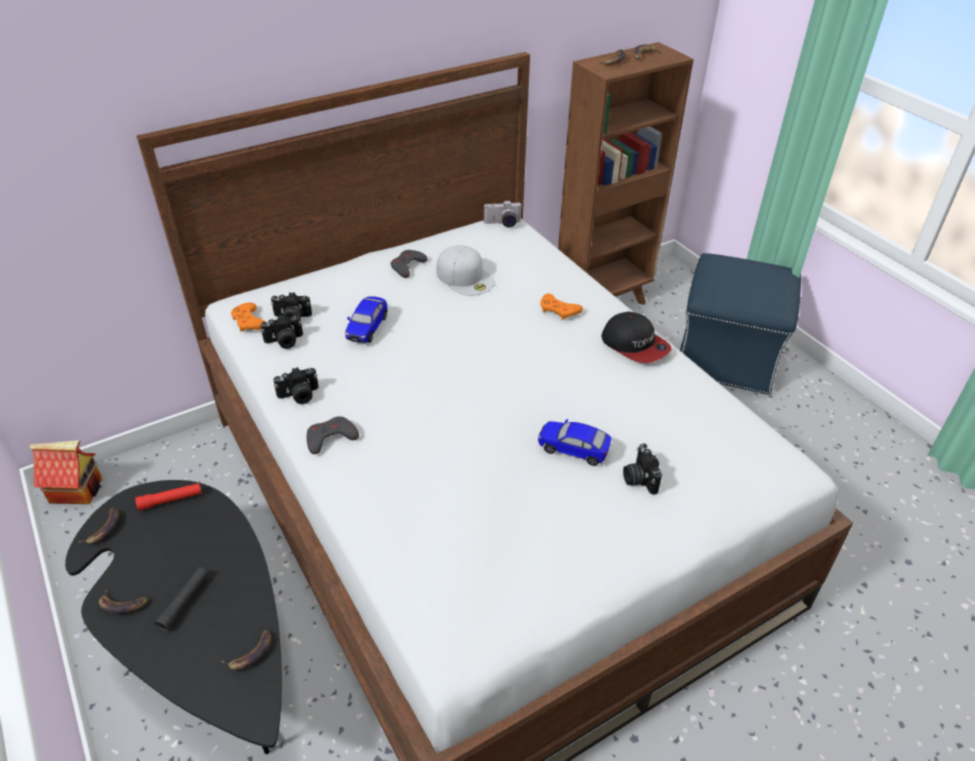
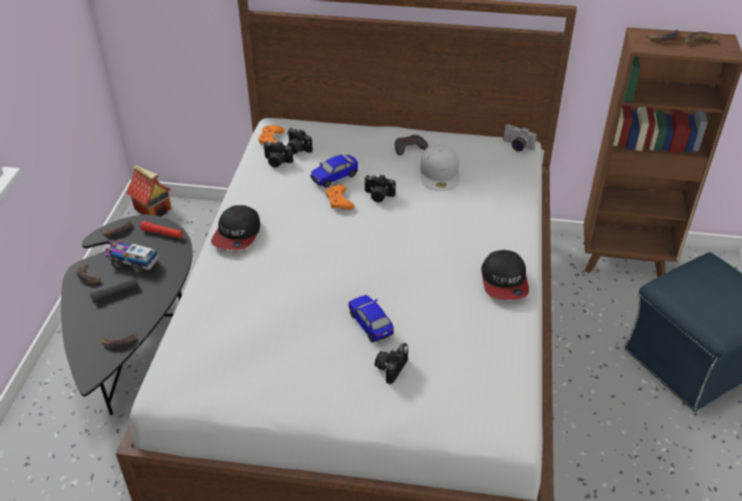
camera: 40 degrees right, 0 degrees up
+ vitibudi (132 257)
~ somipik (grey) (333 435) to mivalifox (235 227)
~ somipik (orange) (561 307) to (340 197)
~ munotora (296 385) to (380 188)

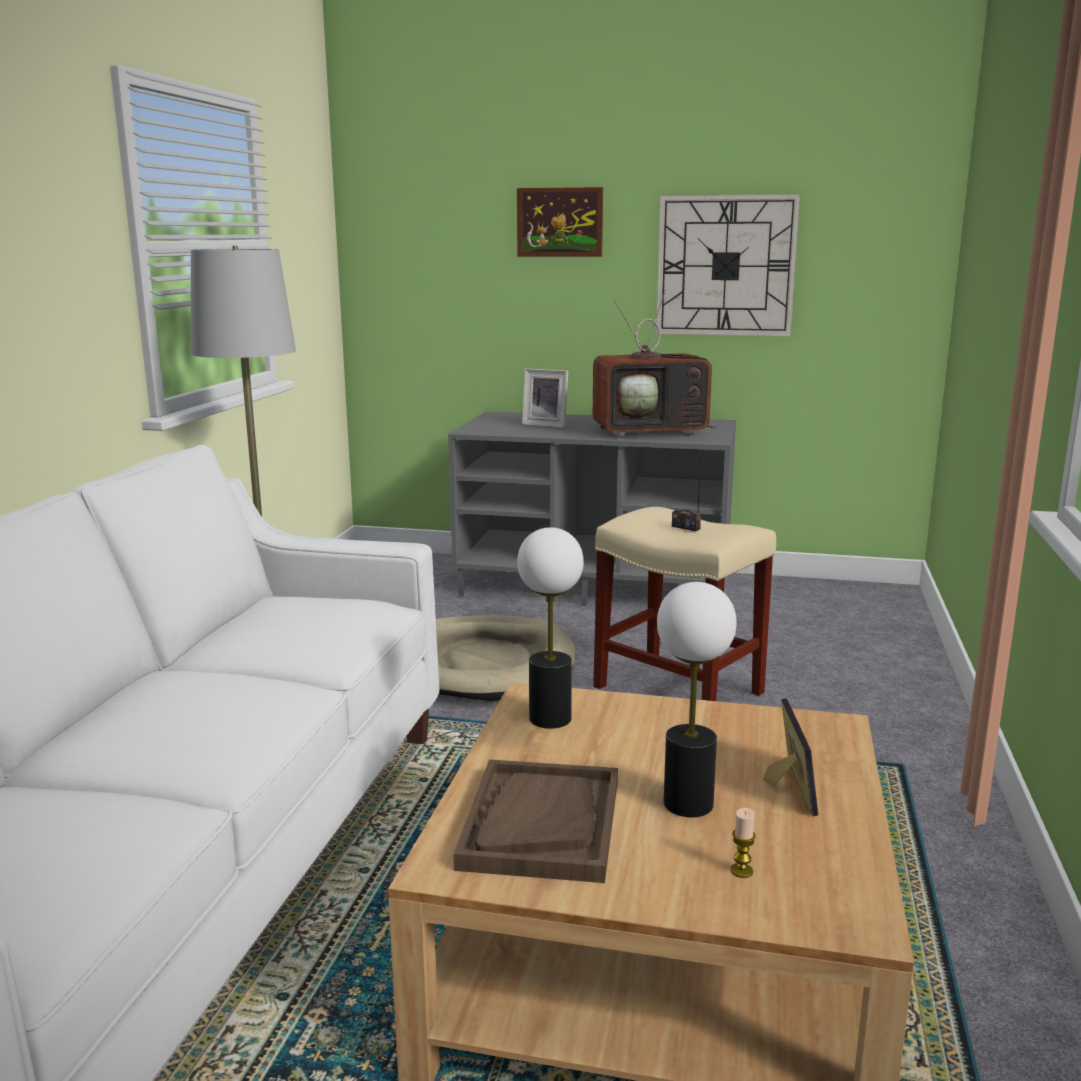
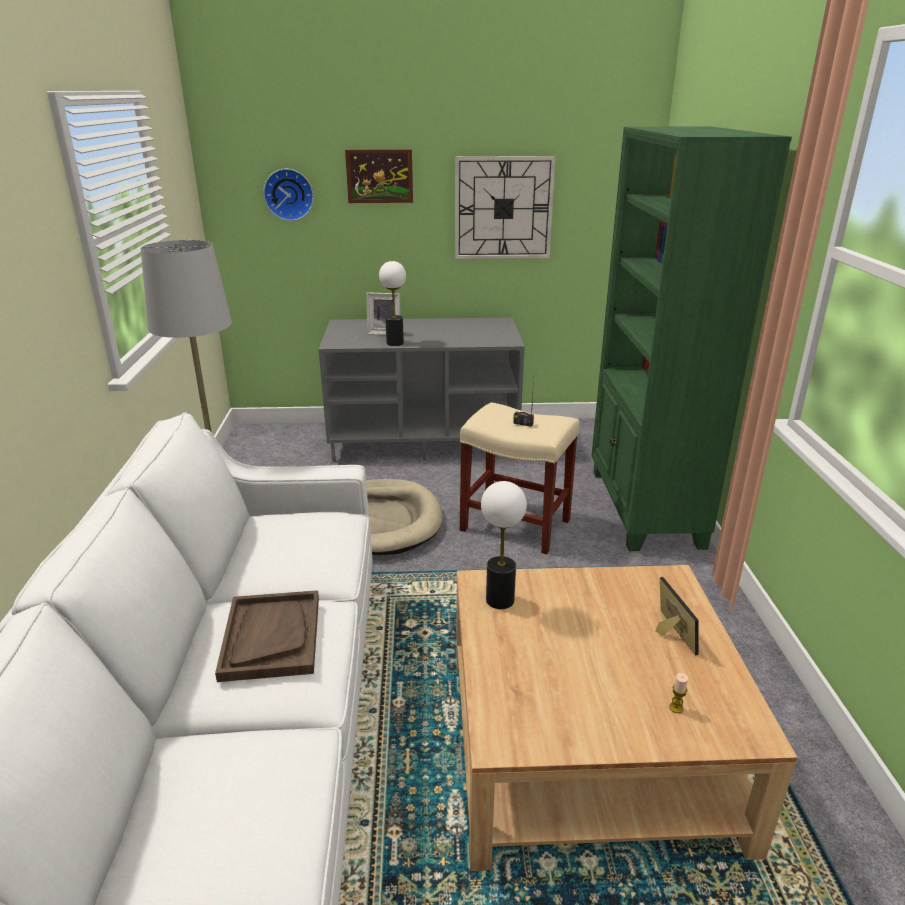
camera: 15 degrees left, 10 degrees up
~ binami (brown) (535 821) to (267 636)
+ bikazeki (288 195)
~ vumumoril (697 699) to (392 303)
+ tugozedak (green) (691 339)
- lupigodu (655 363)

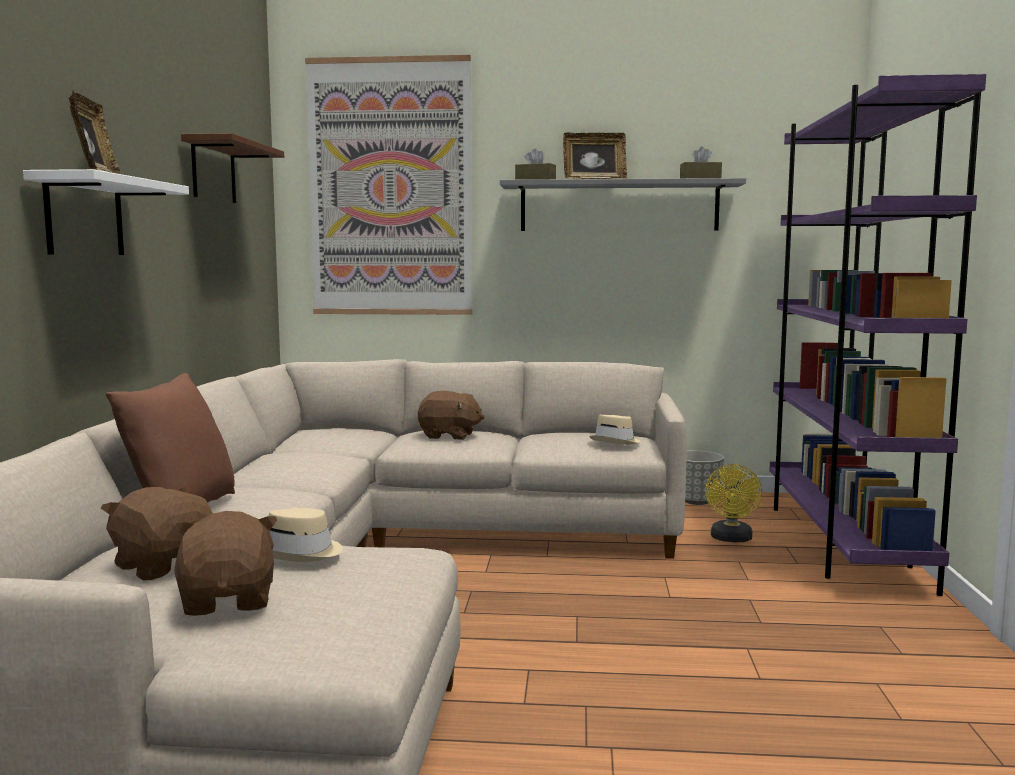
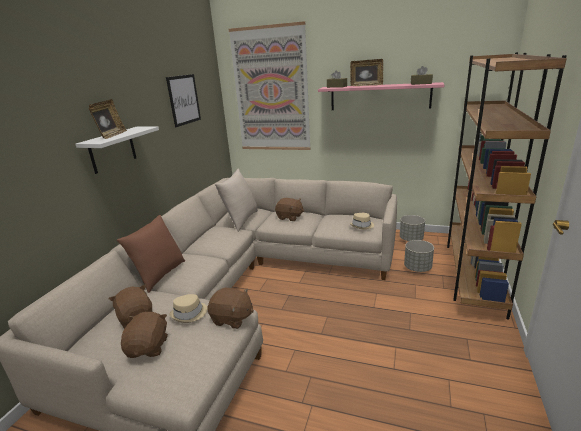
camera: 15 degrees right, 15 degrees up
~ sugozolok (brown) (232 168) to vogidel (183 100)
+ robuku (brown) (230 308)
+ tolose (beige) (236 200)
~ sugozolok (grey) (623 204) to sugozolok (pink) (381 96)
~ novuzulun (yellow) (733 503) to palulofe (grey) (419 256)
~ tugozedak (purple) (877 335) to tugozedak (brown) (507 186)

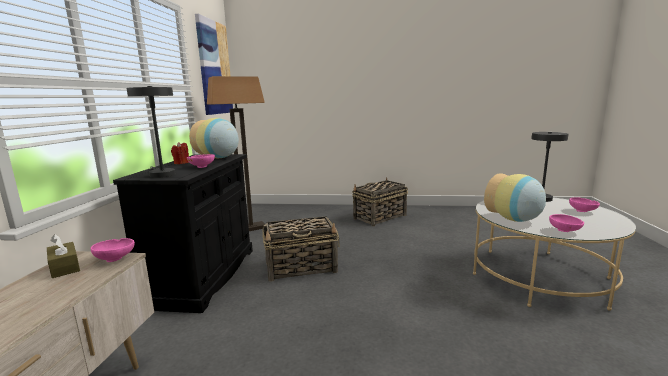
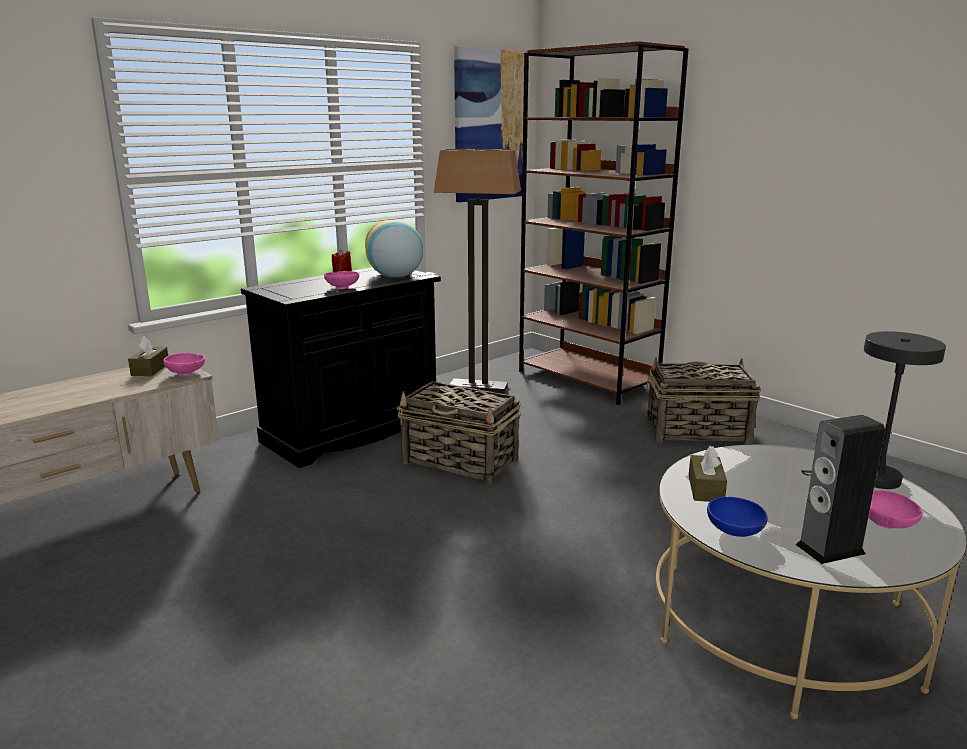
camera: 40 degrees right, 5 degrees up
+ tugozedak (brown) (603 223)
~ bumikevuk (515 197) to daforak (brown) (708 474)
~ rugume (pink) (566 223) to rugume (blue) (737 517)
+ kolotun (840 489)
- vumumoril (grey) (151 132)

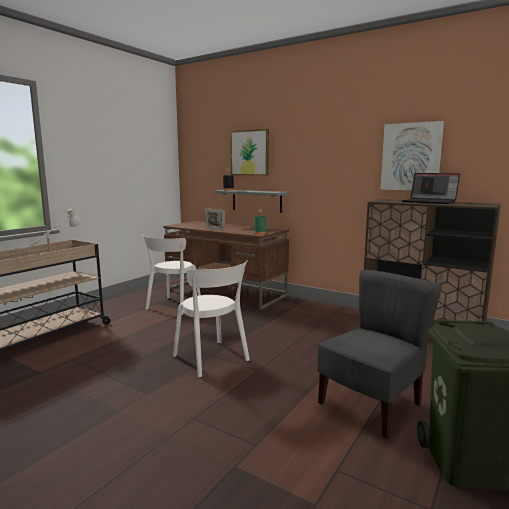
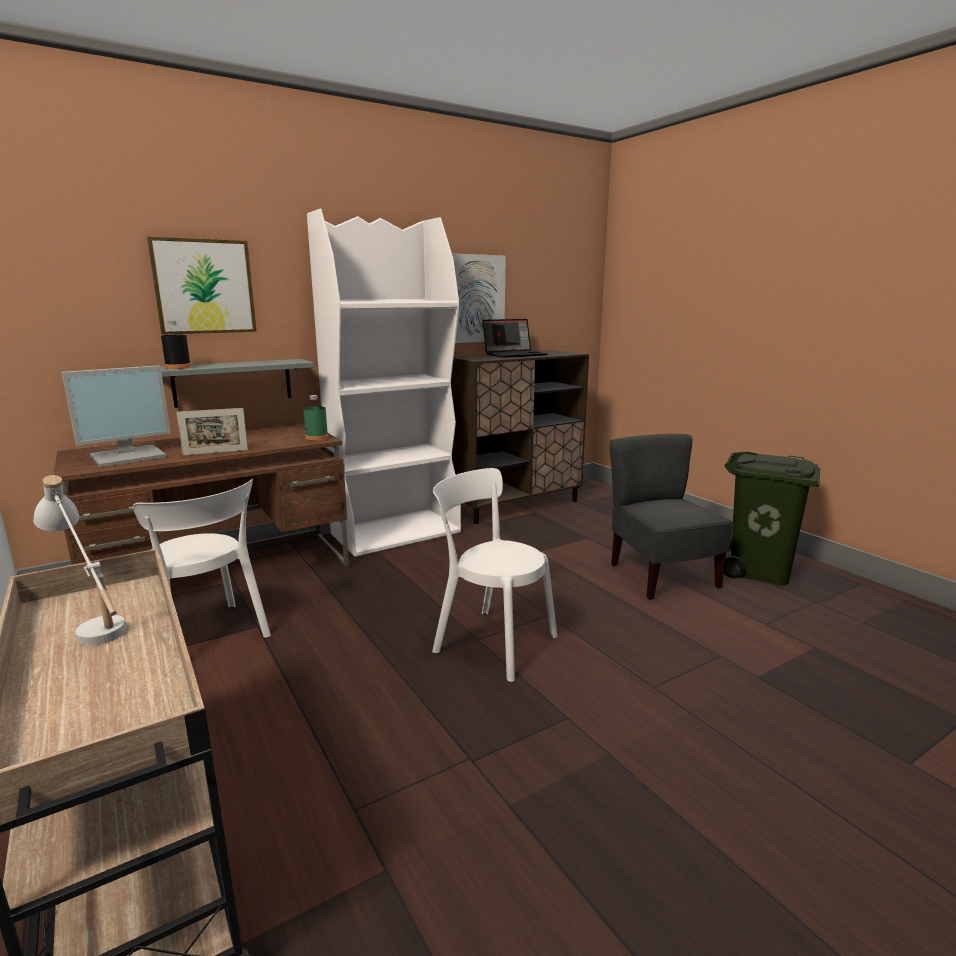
camera: 65 degrees left, 5 degrees up
+ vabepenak (116 416)
+ tugozedak (white) (384 383)
~ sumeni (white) (211 318) = (494 575) 135 degrees counterclockwise

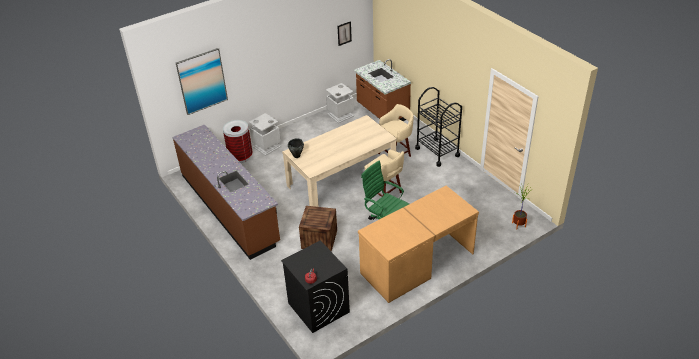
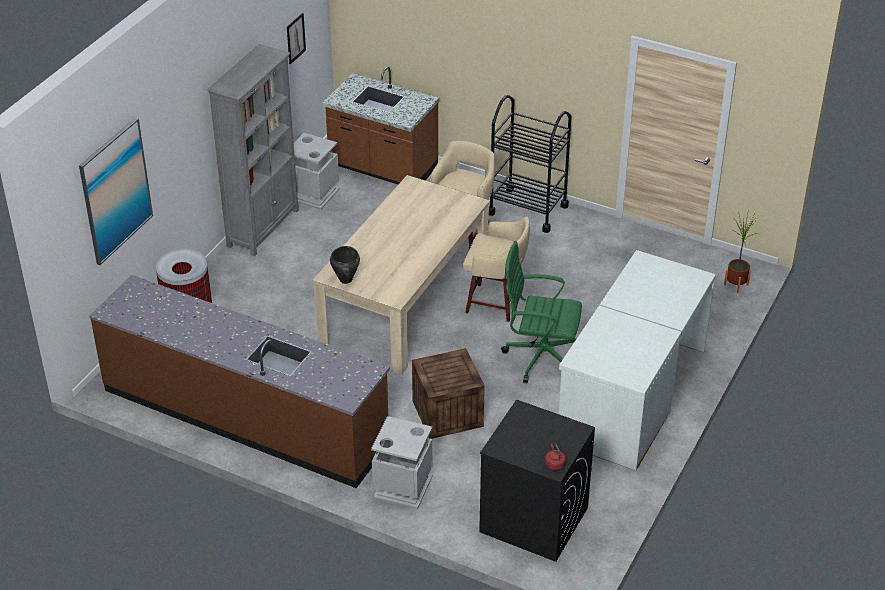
camera: 30 degrees left, 0 degrees up
+ tugozedak (grey) (253 150)
~ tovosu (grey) (265 134) to (401 462)
~ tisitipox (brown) (418 244) to tisitipox (white) (637 360)

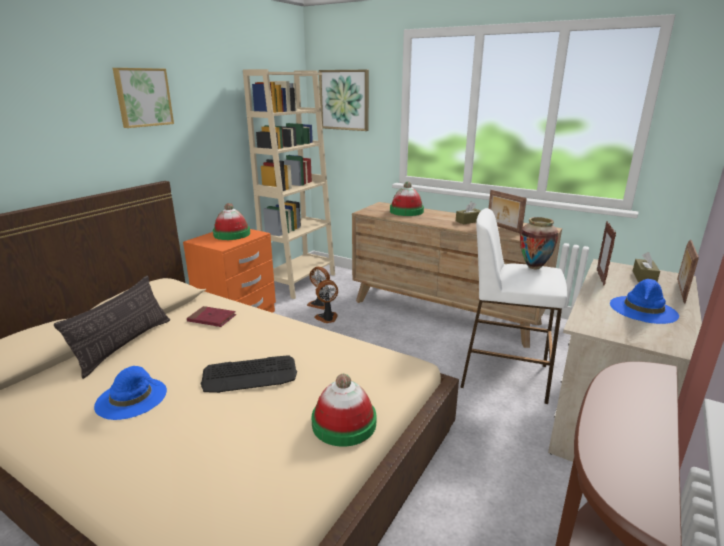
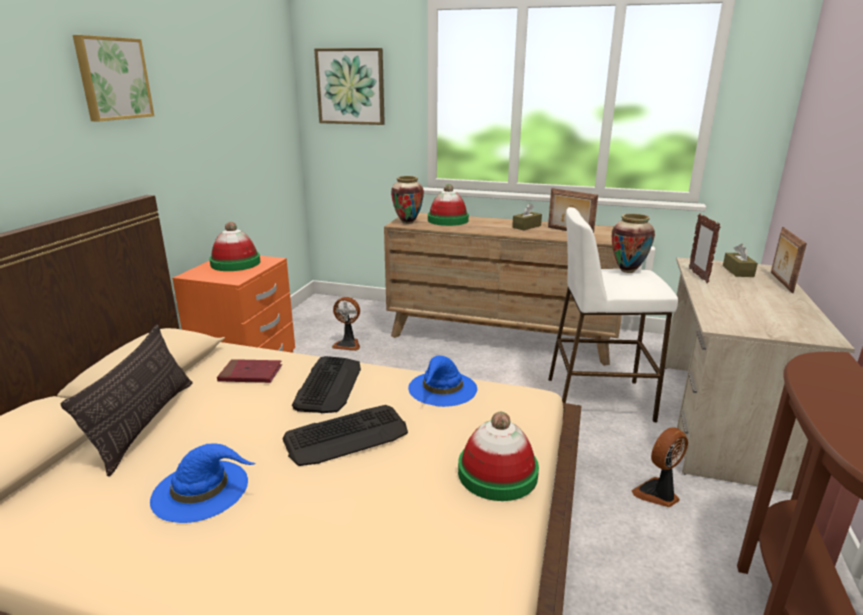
camera: 15 degrees left, 0 degrees up
+ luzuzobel (326 384)
+ bumikevuk (407 200)
~ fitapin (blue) (644 301) to (442 381)
~ novuzulun (326 301) to (659 467)
- tugozedak (beige) (289 184)

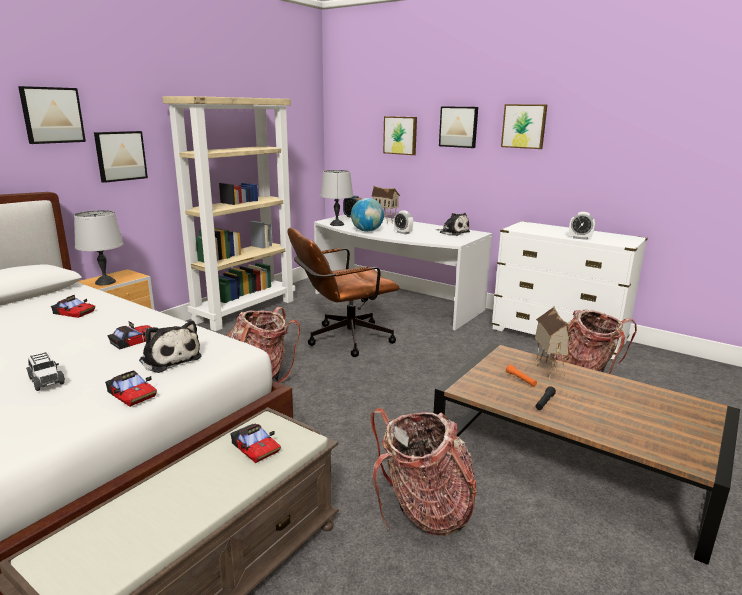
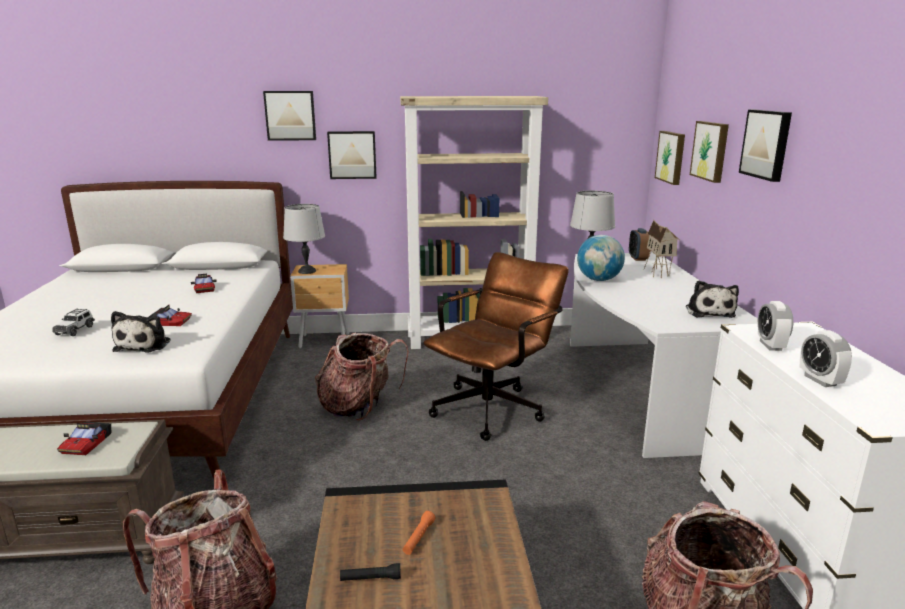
camera: 50 degrees right, 0 degrees up
~ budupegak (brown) (343 292) = (496 346) 105 degrees clockwise
~ vogidel (524 126) to (670 158)
~ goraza (403 222) to (775 326)
- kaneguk (131 388)
- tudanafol (553 343)

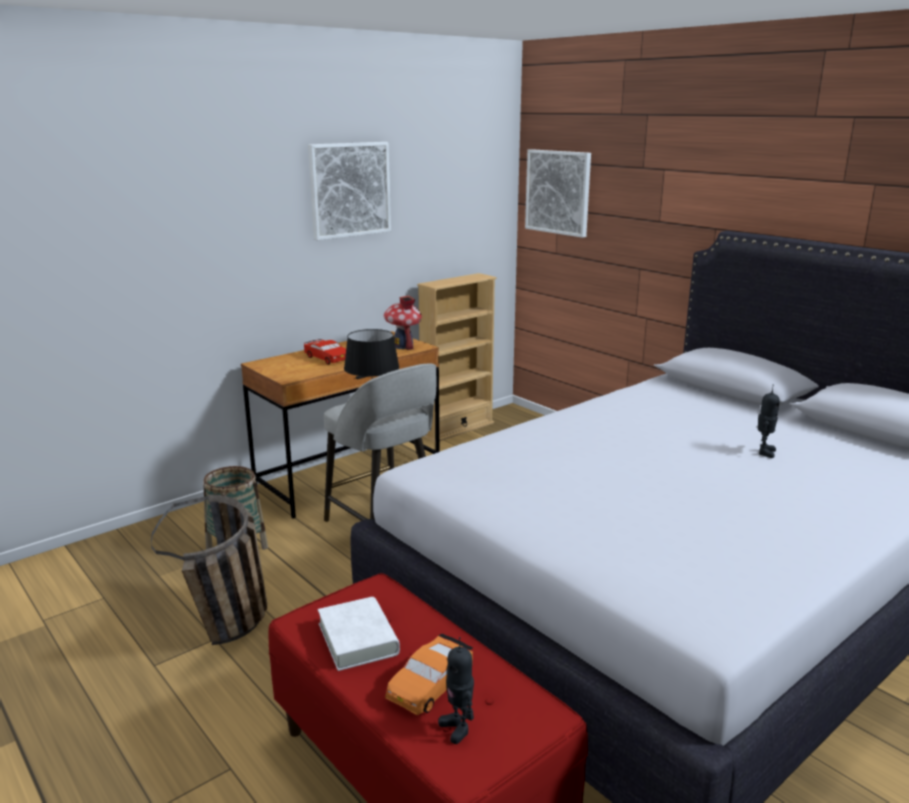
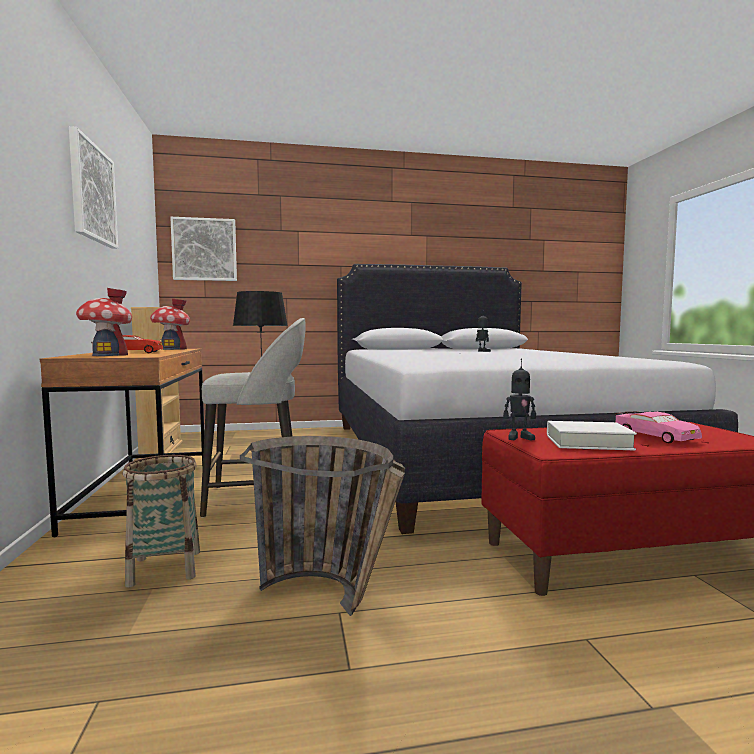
camera: 60 degrees left, 15 degrees down
+ tudanafol (104 322)
~ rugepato (456 690) to (519 399)
~ kaneguk (orange) (429 674) to kaneguk (pink) (658 427)

